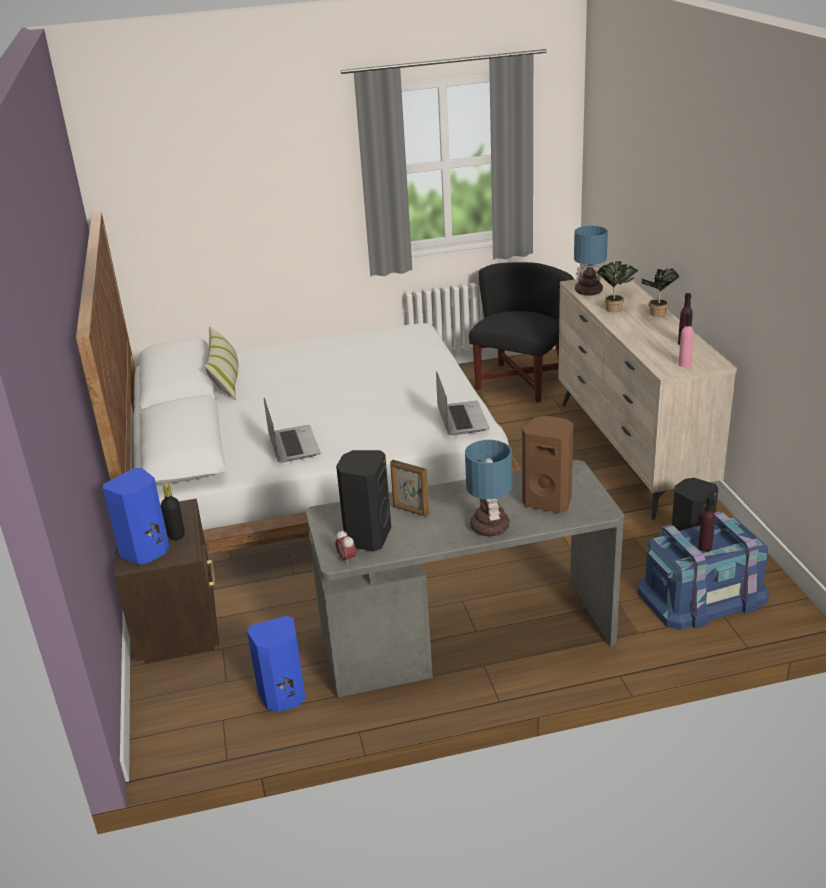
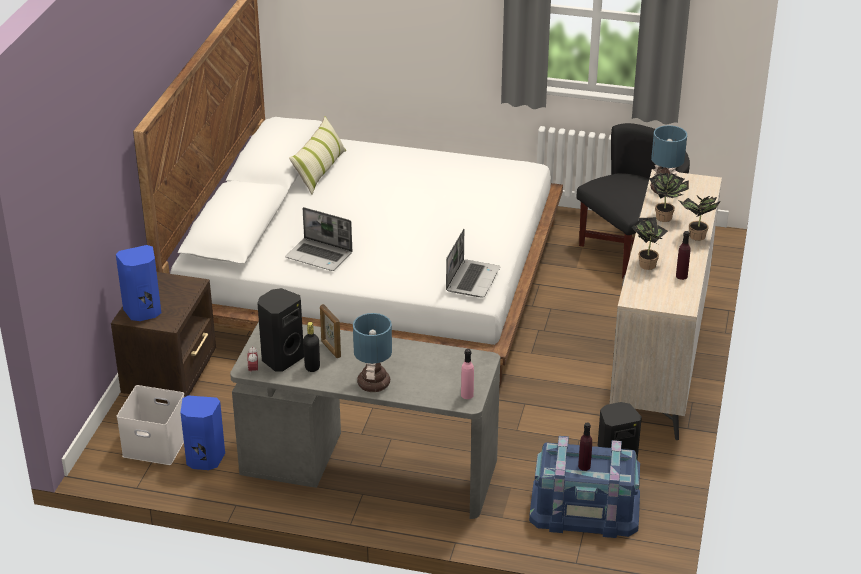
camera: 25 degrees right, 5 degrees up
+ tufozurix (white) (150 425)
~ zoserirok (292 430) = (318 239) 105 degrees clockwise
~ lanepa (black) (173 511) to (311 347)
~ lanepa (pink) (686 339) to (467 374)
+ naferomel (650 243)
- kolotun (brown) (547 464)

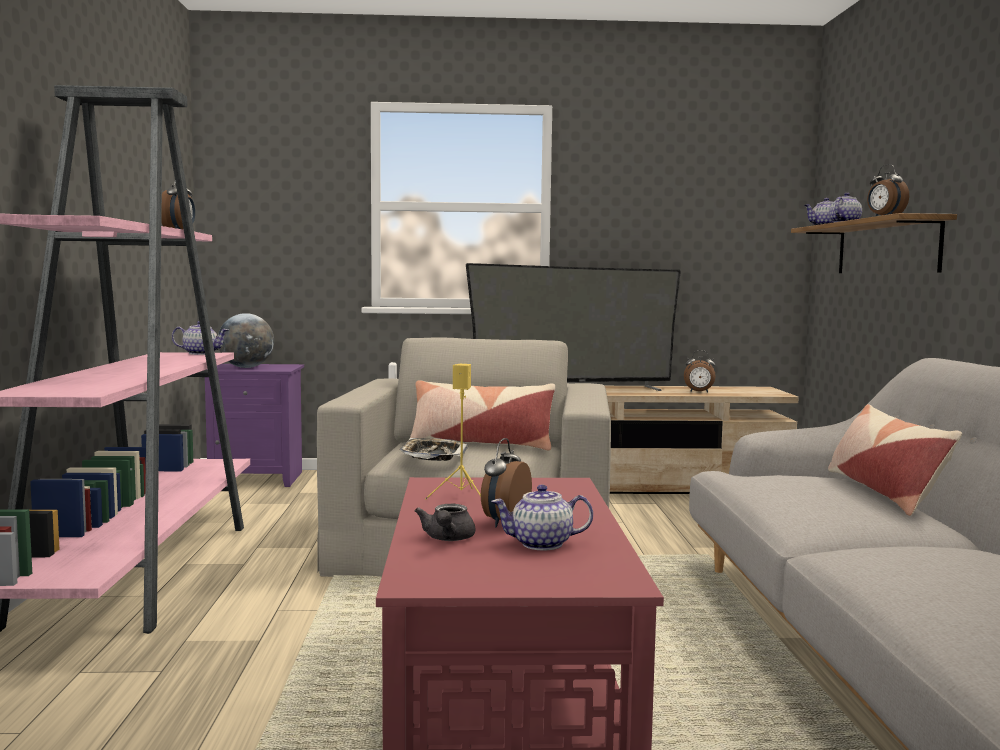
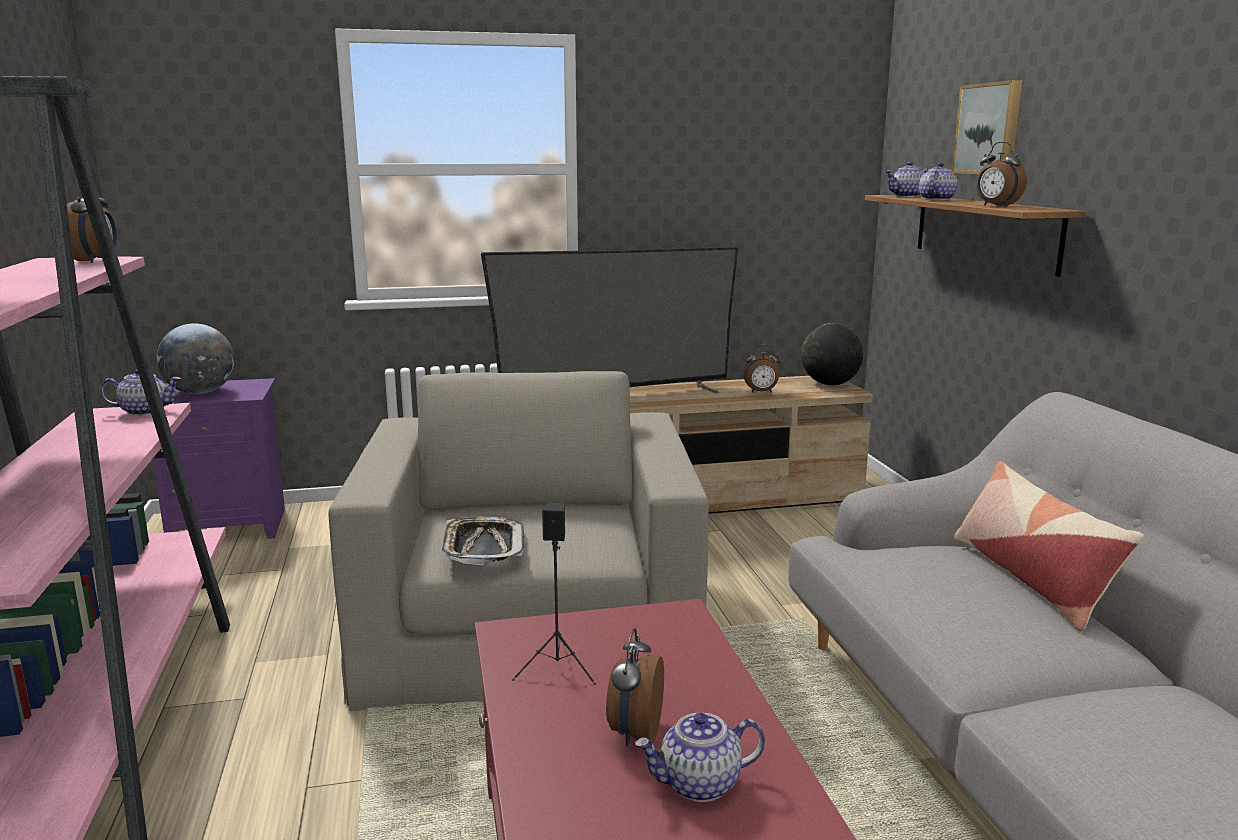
camera: 10 degrees left, 10 degrees up
~ kolotun (yellow) (453 432) to kolotun (black) (554 594)
+ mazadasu (832 354)
+ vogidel (987 127)
- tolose (482 415)
- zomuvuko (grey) (445 522)

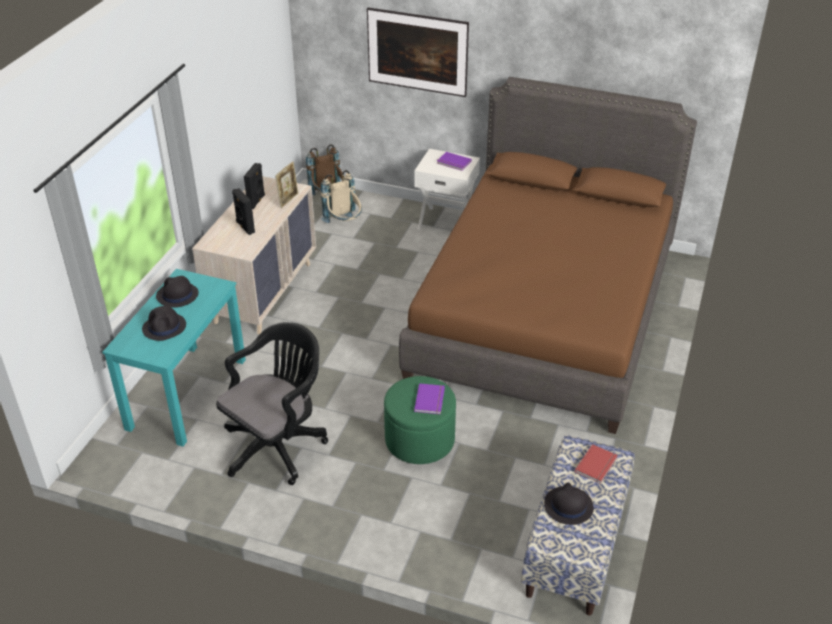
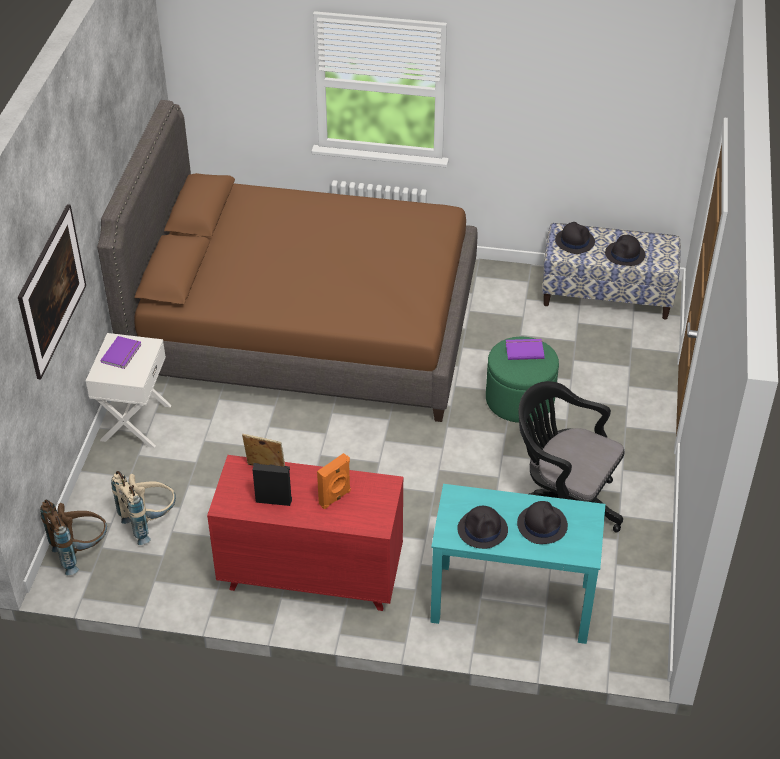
camera: 100 degrees left, 5 degrees up
~ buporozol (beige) (254 255) to buporozol (red) (305 533)
~ kolotun (black) (243 211) to kolotun (orange) (334 481)
~ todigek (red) (596 464) to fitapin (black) (575 238)

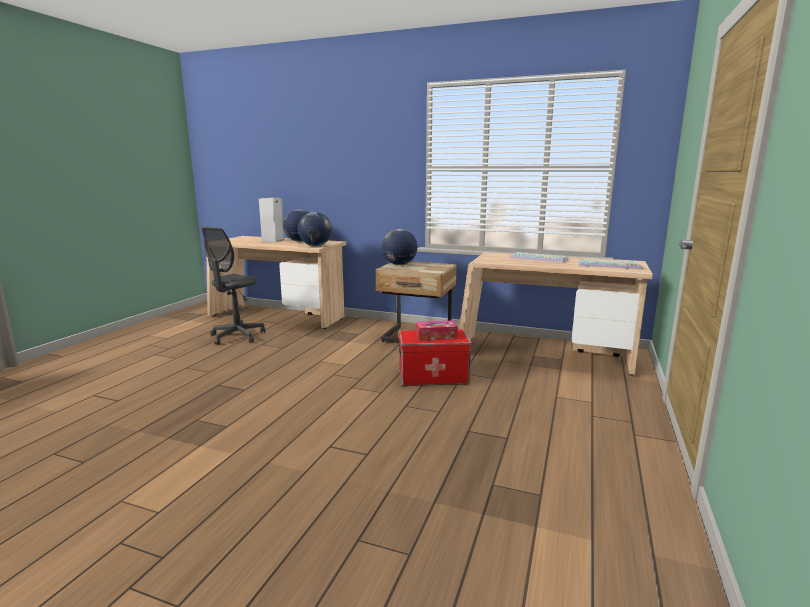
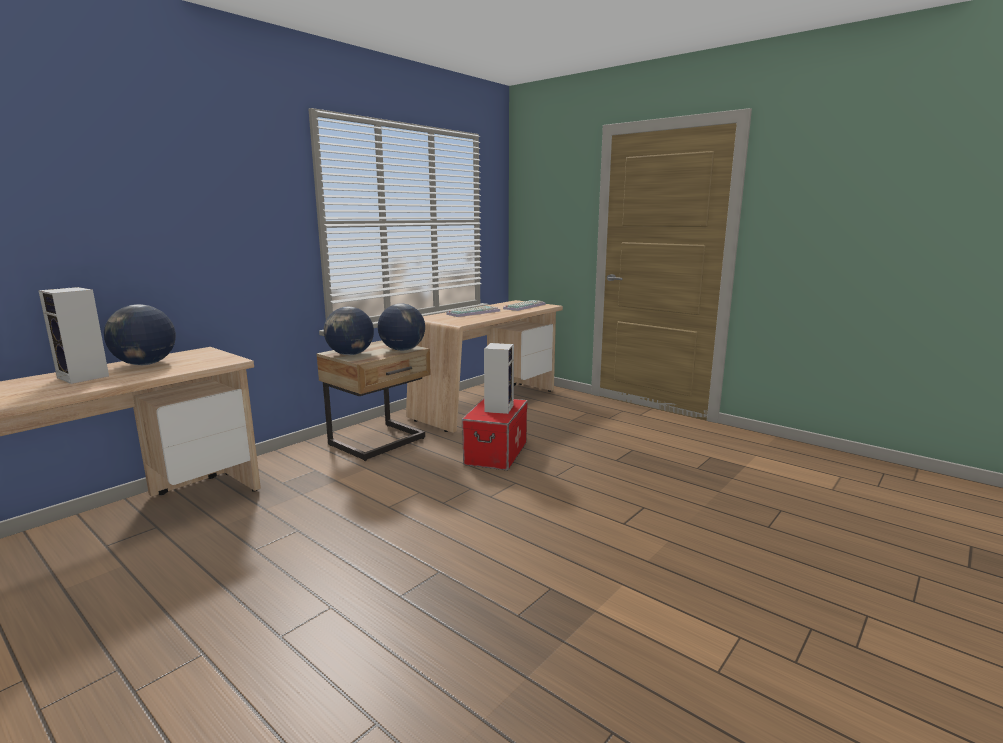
camera: 70 degrees left, 0 degrees up
~ mazadasu (315 229) to (401 327)
~ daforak (437 330) to kolotun (499 378)
- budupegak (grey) (233 285)

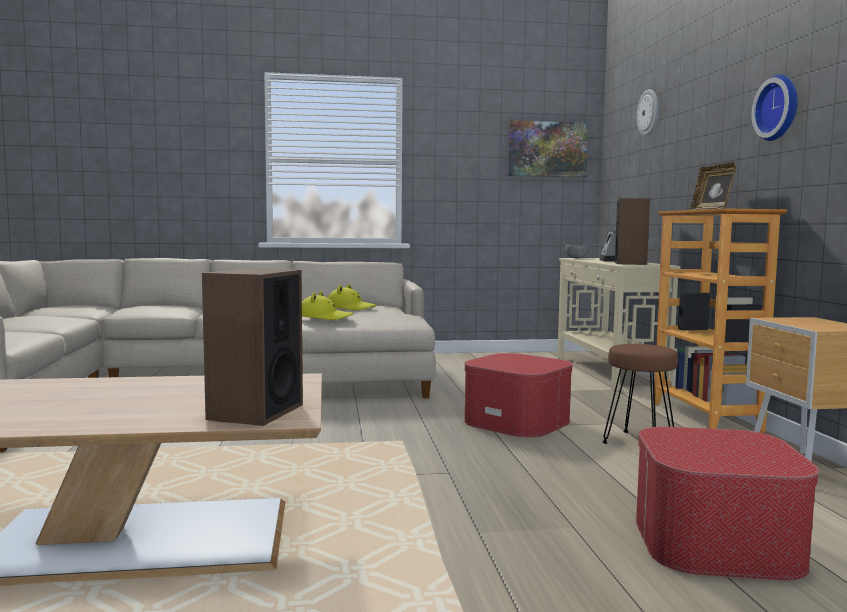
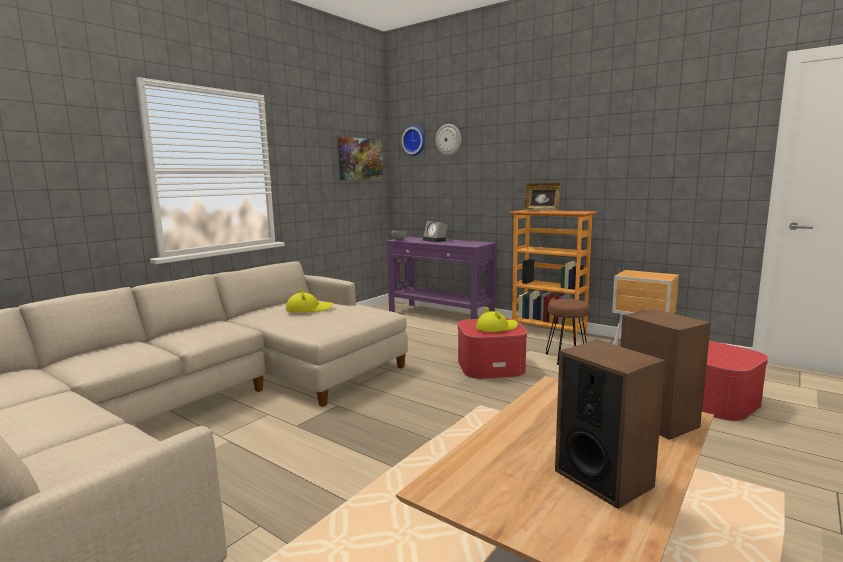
camera: 45 degrees left, 5 degrees up
~ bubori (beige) (619 324) to bubori (purple) (441 278)
~ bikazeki (774 107) to (413 141)
~ fitapin (yellow) (328 305) to (497 319)
~ kolotun (632 231) to (610 424)

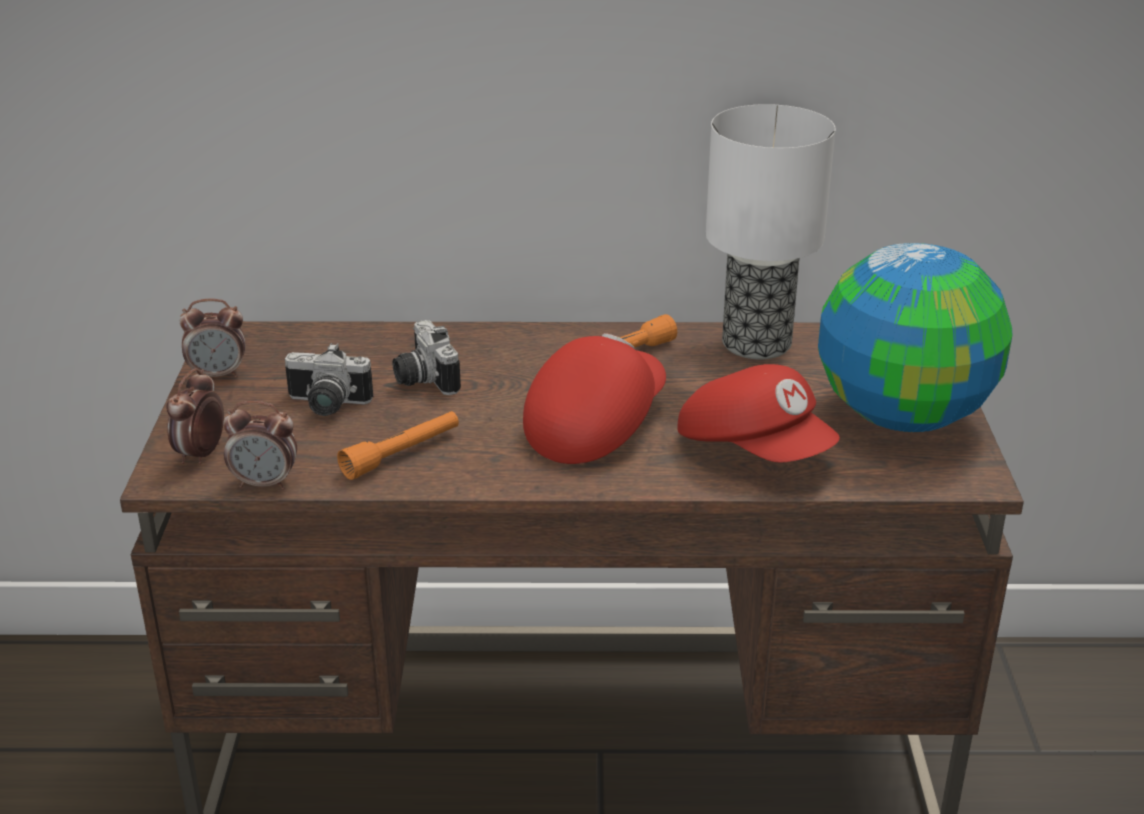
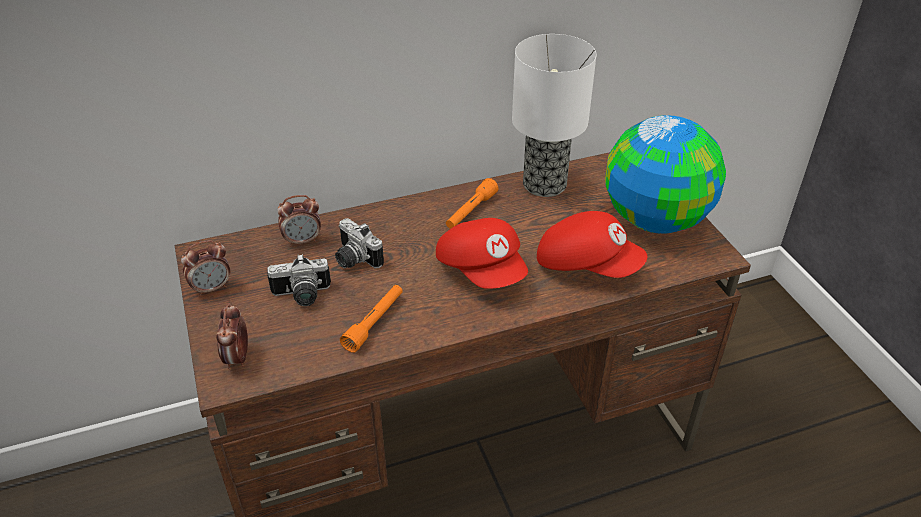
camera: 20 degrees left, 10 degrees up
~ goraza (260 445) to (299 221)
~ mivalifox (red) (594 398) = (482 253) 135 degrees clockwise

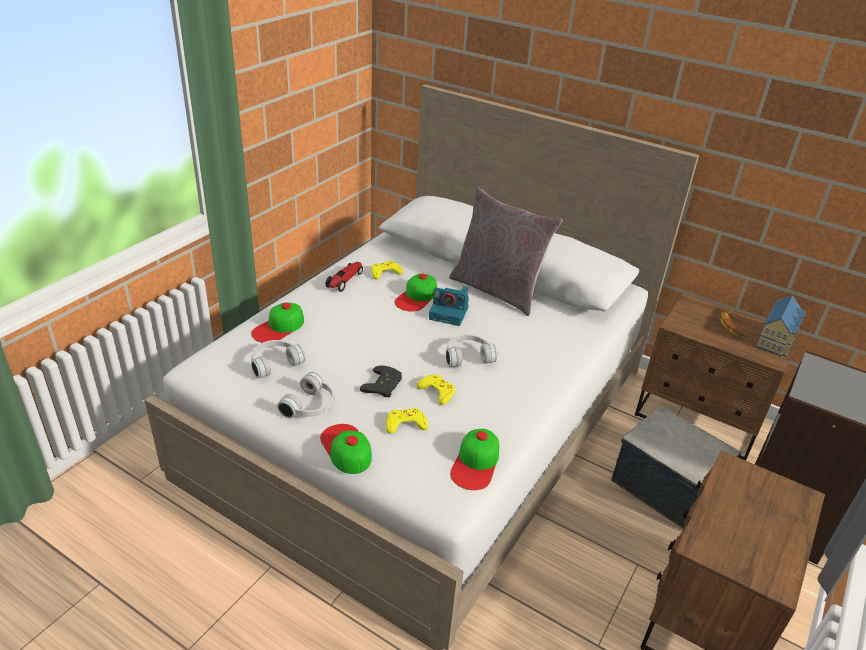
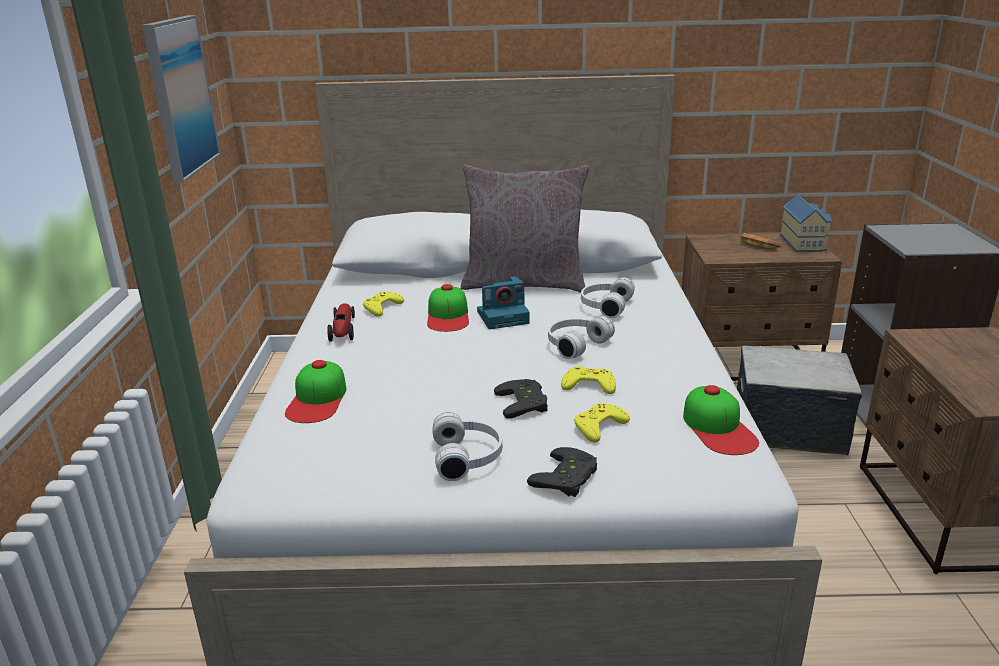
camera: 30 degrees left, 10 degrees down
+ vogidel (181 99)
~ mivalifox (346 449) to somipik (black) (562 472)
~ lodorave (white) (278 359) to (608 297)

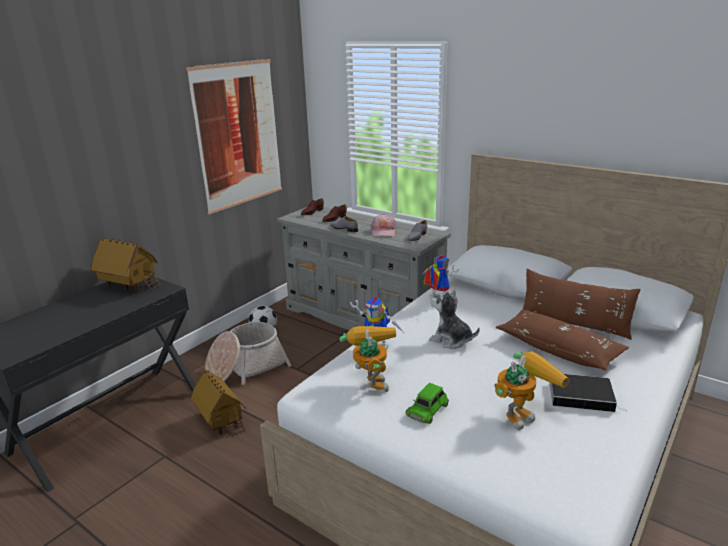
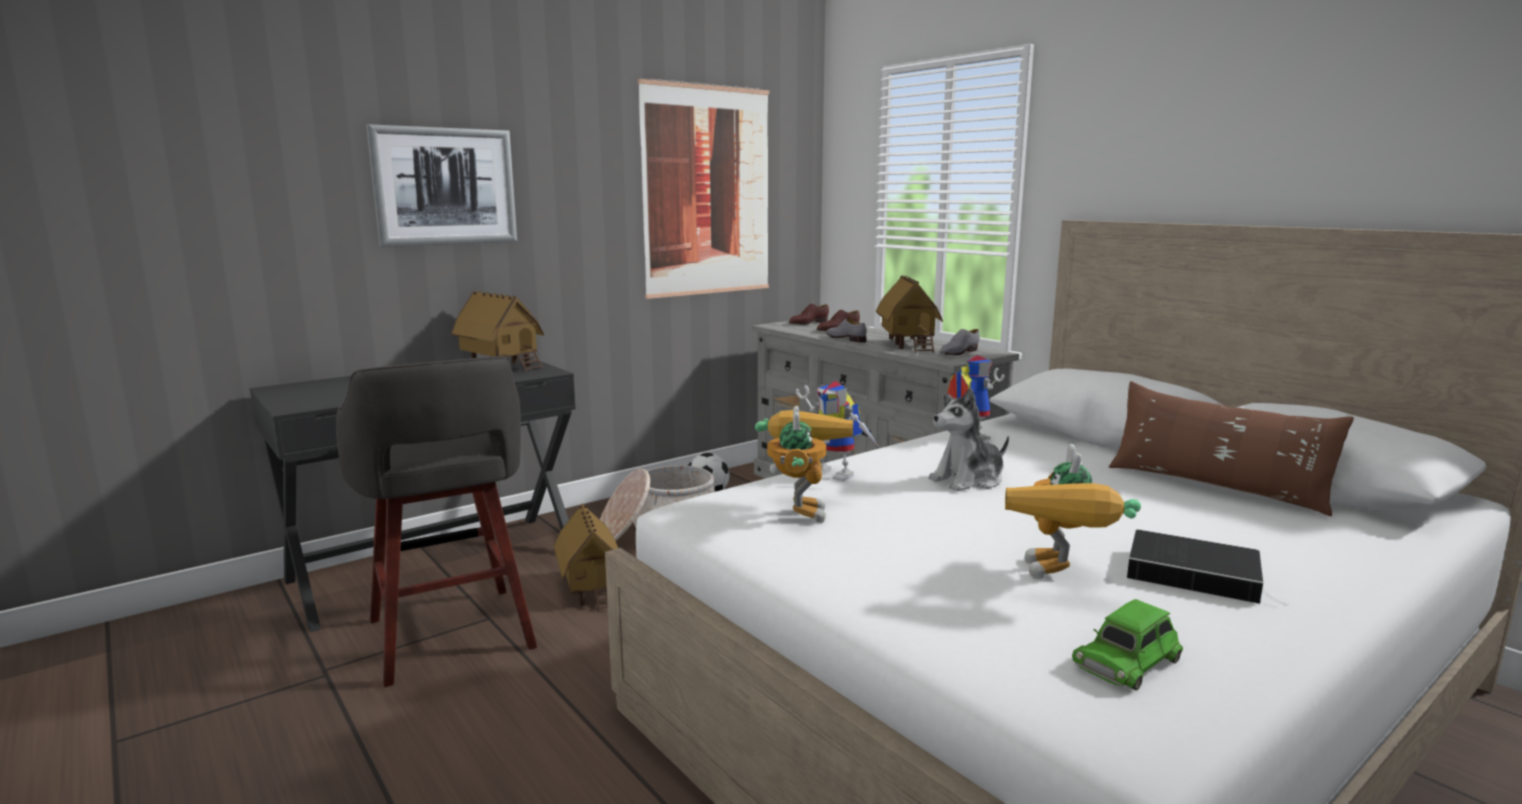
camera: 15 degrees right, 10 degrees down
+ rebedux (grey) (436 521)
+ vogidel (441 185)
~ mivalifox (pink) (384 225) to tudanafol (909 314)
~ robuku (454 319) = (968 439) 75 degrees counterclockwise
~ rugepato (532 390) = (1073 511) 120 degrees clockwise
~ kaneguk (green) (427 403) to (1127 645)
- tolose (brown) (562 339)

